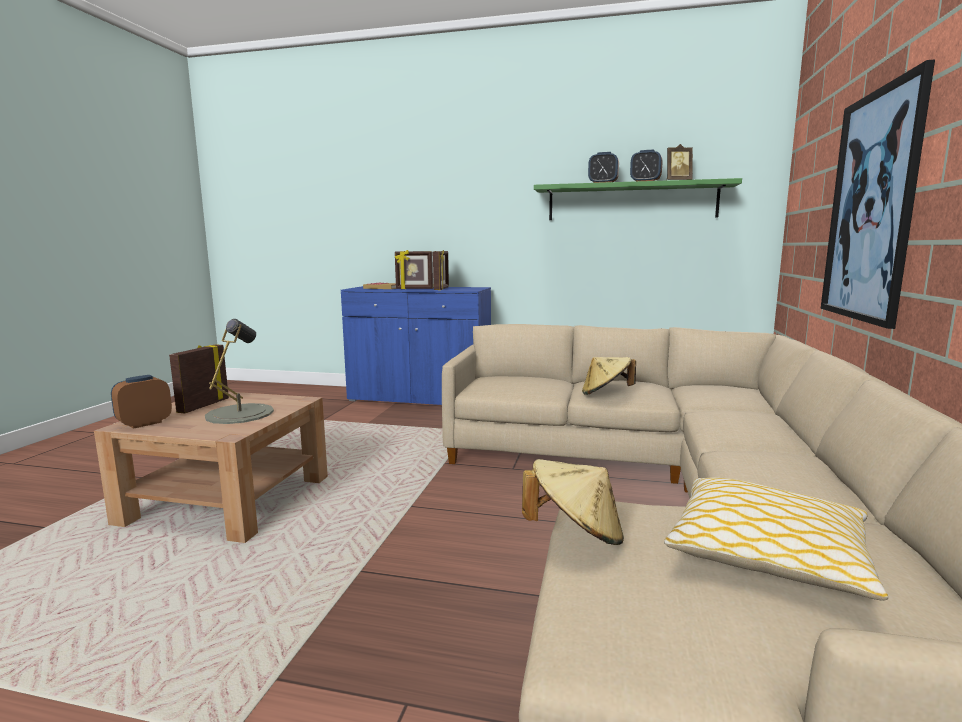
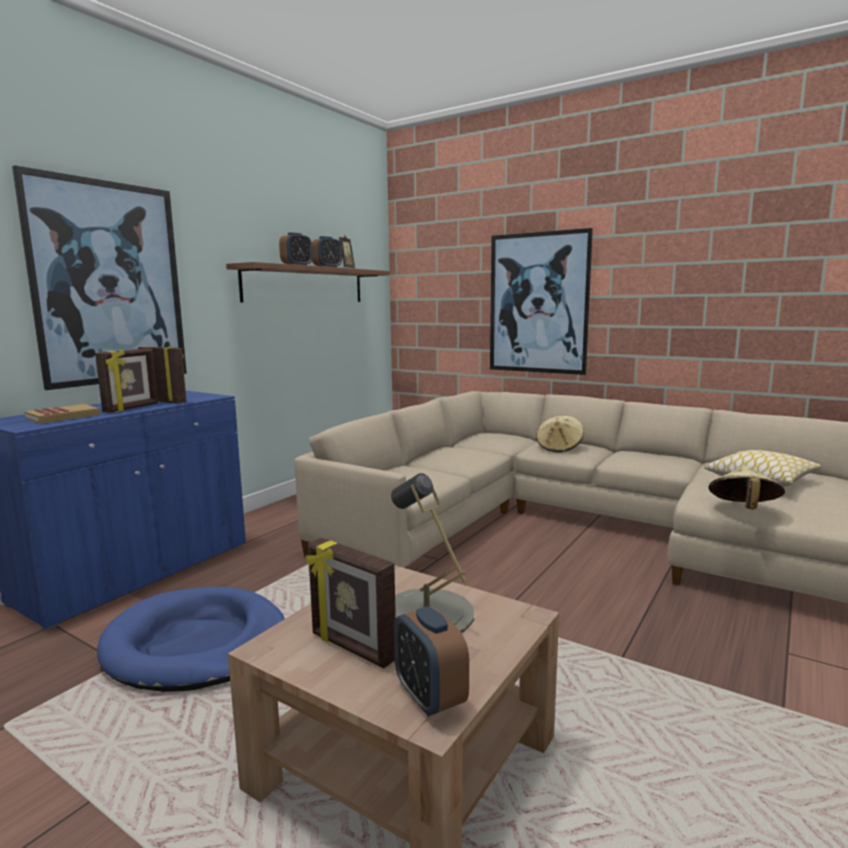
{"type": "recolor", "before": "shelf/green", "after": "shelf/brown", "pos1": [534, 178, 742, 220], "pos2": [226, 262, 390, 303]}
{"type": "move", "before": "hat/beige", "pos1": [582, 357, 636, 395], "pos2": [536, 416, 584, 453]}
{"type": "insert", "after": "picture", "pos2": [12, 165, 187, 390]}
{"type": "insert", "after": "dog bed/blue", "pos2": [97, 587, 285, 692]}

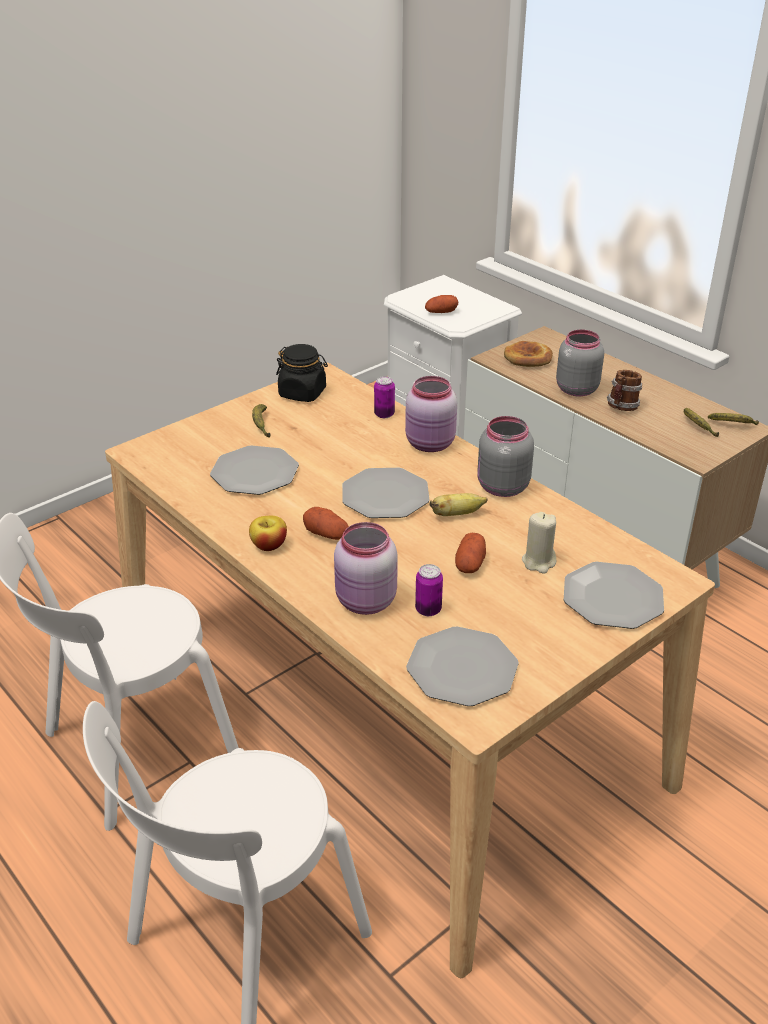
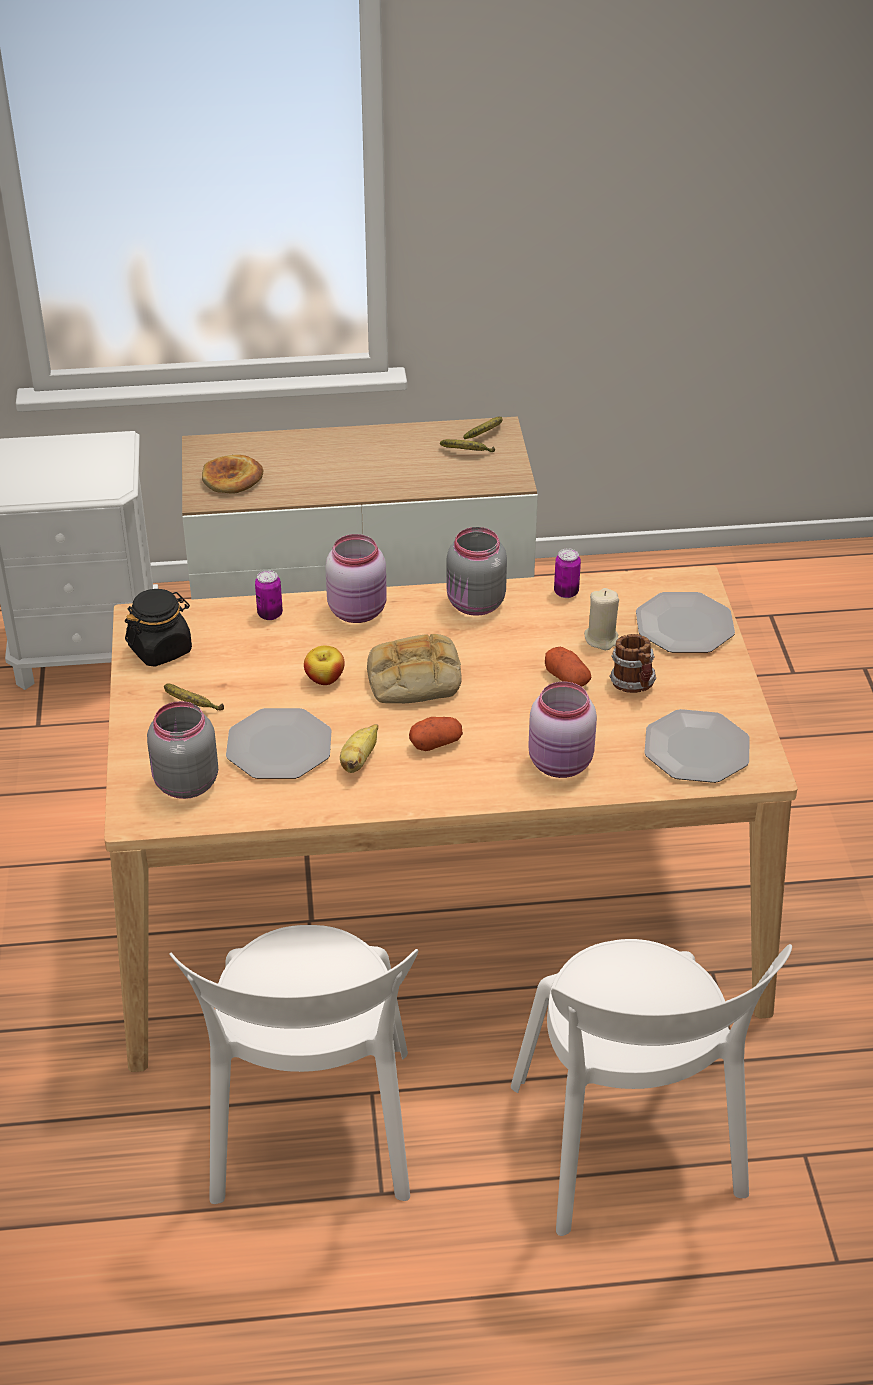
{"type": "move", "before": "apple", "pos1": [249, 516, 287, 551], "pos2": [304, 646, 345, 685]}
{"type": "replace", "before": "plate", "after": "bread", "pos1": [342, 468, 430, 518], "pos2": [367, 634, 462, 703]}
{"type": "move", "before": "can", "pos1": [415, 564, 443, 616], "pos2": [554, 548, 581, 598]}
{"type": "delete", "before": "potato", "pos1": [425, 295, 458, 313]}
{"type": "move", "before": "banana", "pos1": [430, 493, 488, 516], "pos2": [340, 724, 378, 773]}
{"type": "move", "before": "jar/grey", "pos1": [556, 330, 604, 396], "pos2": [147, 701, 218, 799]}
{"type": "move", "before": "mug", "pos1": [607, 370, 642, 411], "pos2": [610, 634, 656, 693]}

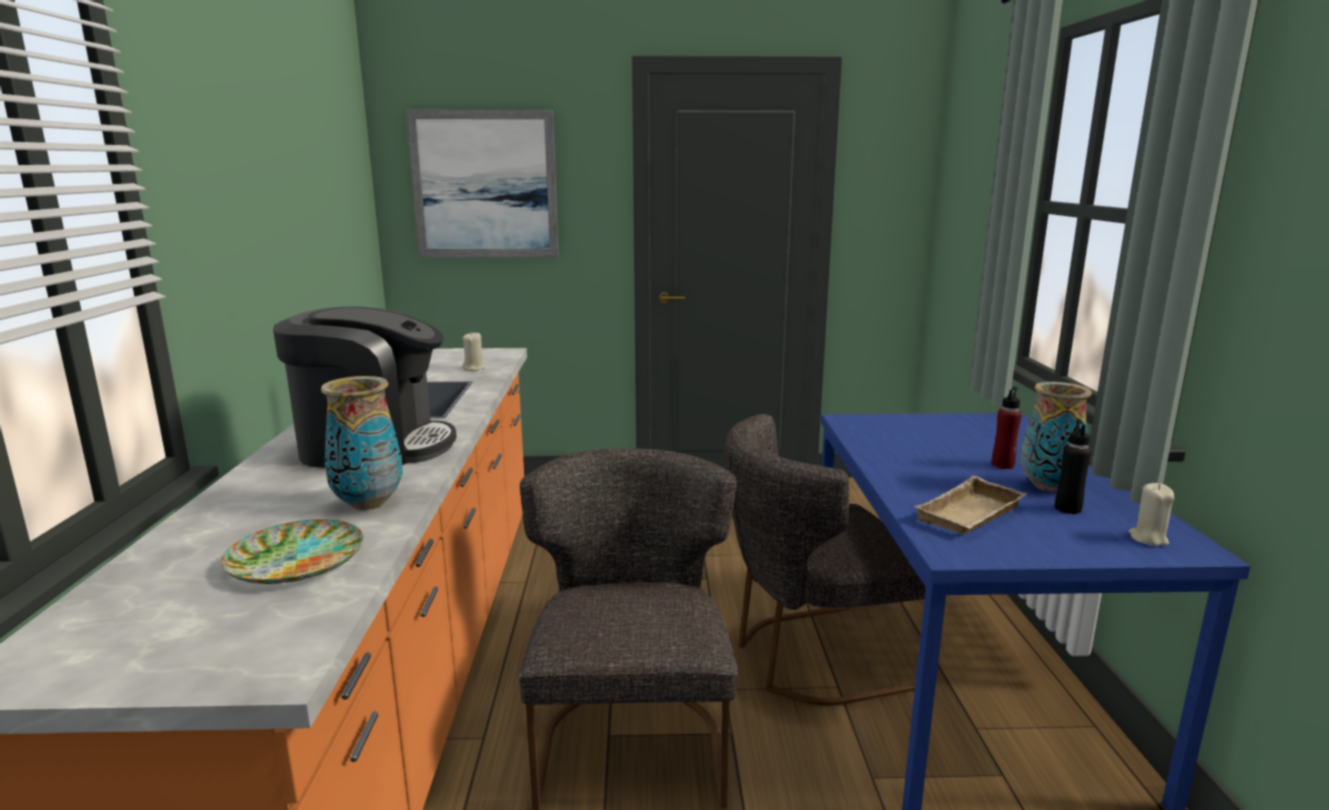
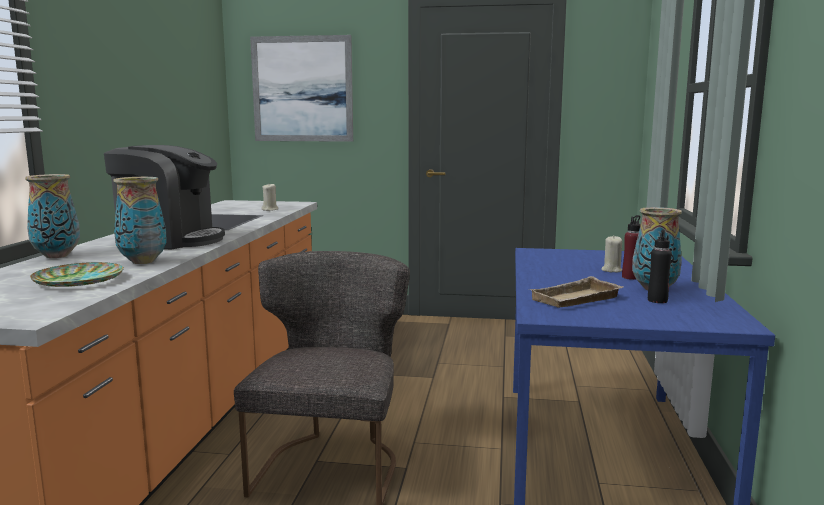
{"type": "delete", "before": "chair/grey", "pos1": [724, 414, 926, 706]}
{"type": "move", "before": "candle/beige", "pos1": [1128, 483, 1174, 546], "pos2": [601, 236, 622, 272]}
{"type": "insert", "after": "vase", "pos2": [25, 174, 80, 258]}

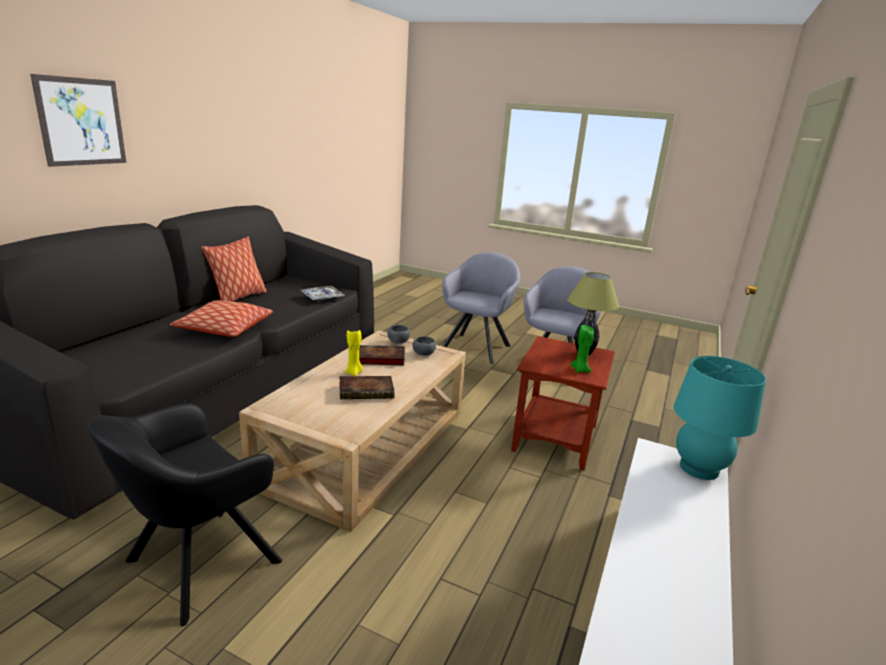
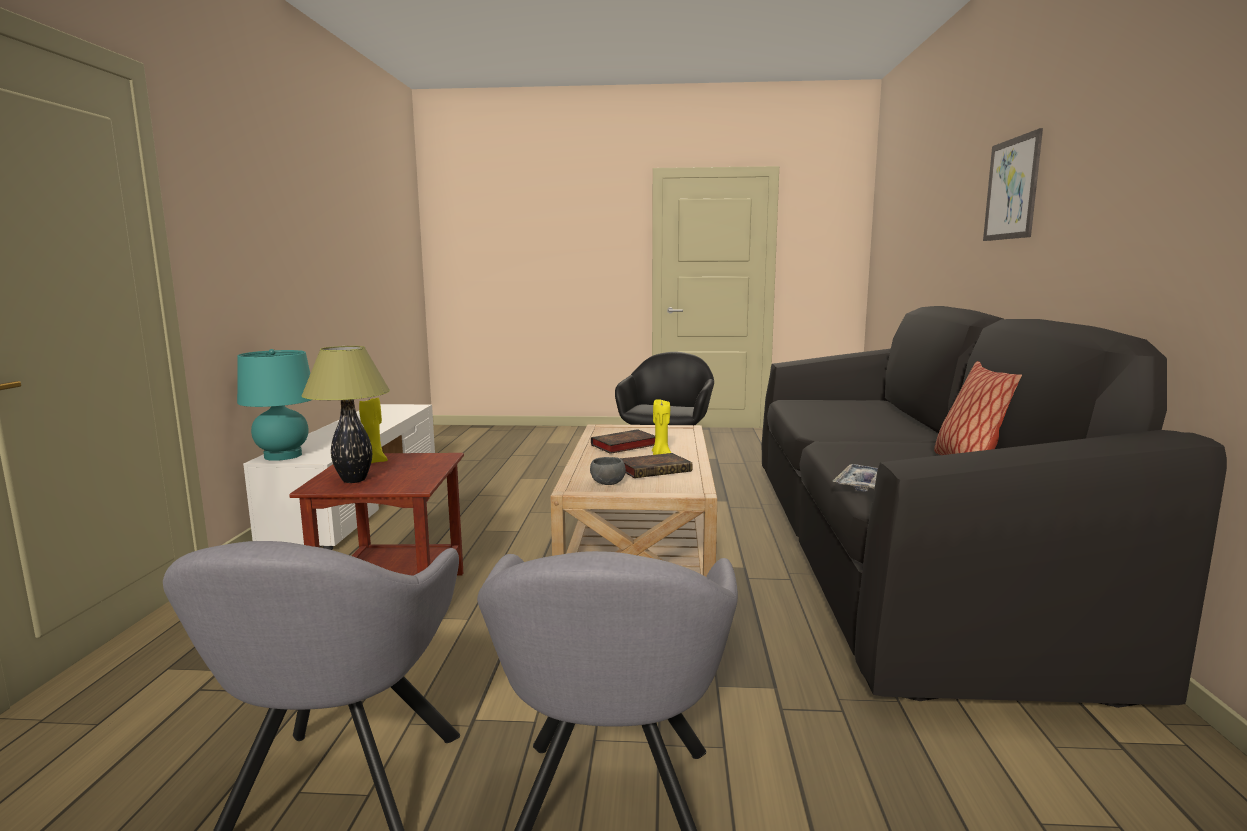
{"type": "delete", "before": "pillow", "pos1": [170, 300, 273, 337]}
{"type": "delete", "before": "bowl/grey", "pos1": [387, 325, 410, 344]}
{"type": "recolor", "before": "candle/green", "after": "candle/yellow", "pos1": [570, 325, 594, 373], "pos2": [359, 398, 388, 463]}

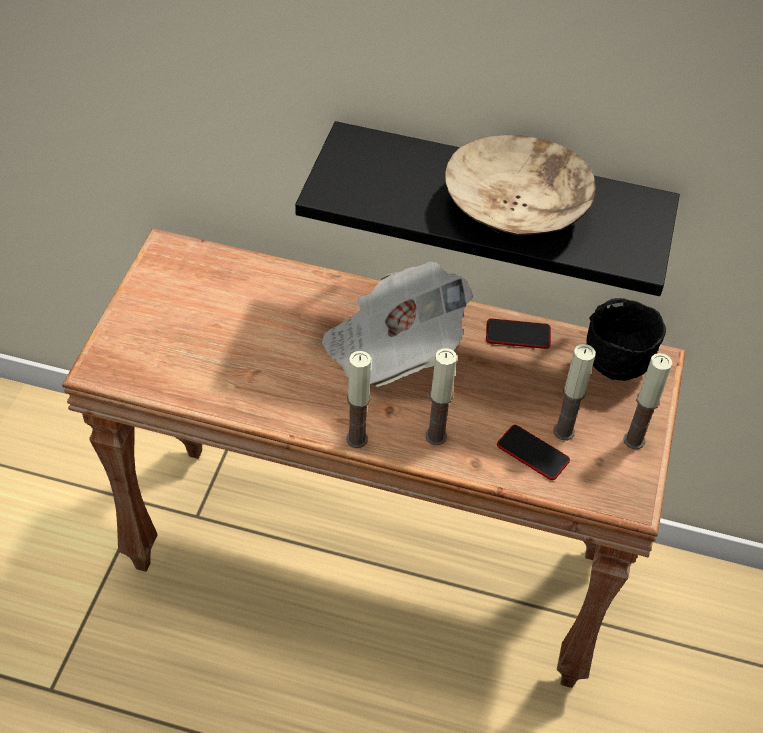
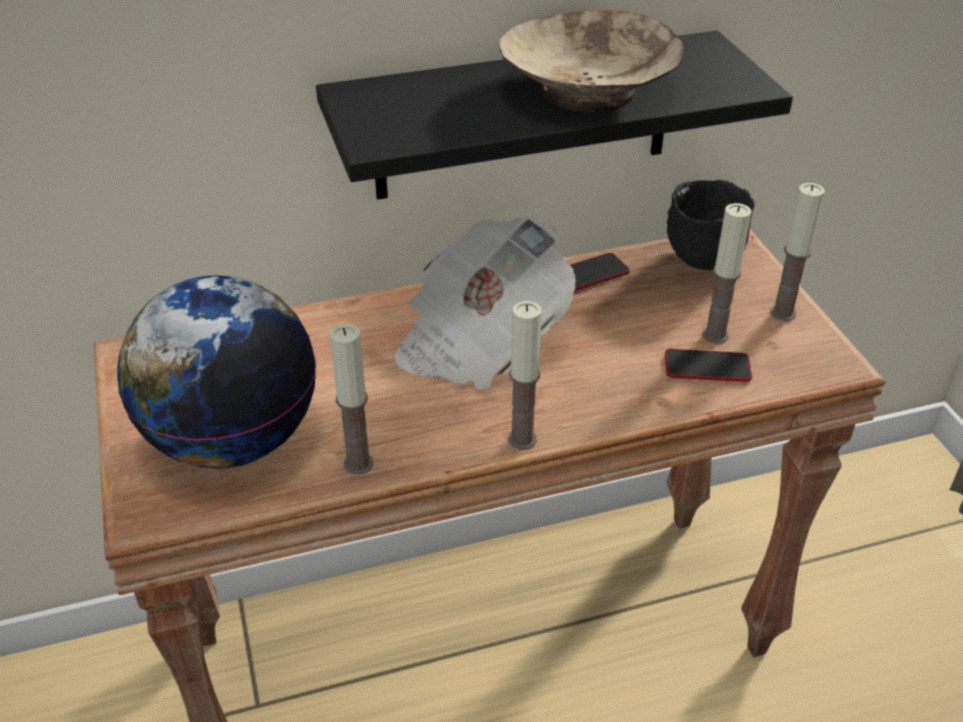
{"type": "move", "before": "candle", "pos1": [425, 348, 457, 445], "pos2": [330, 324, 373, 475]}
{"type": "insert", "after": "globe", "pos2": [117, 275, 316, 469]}

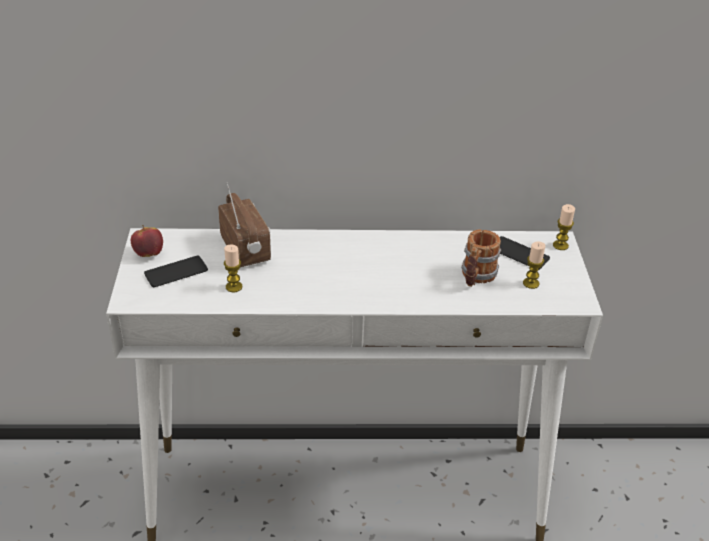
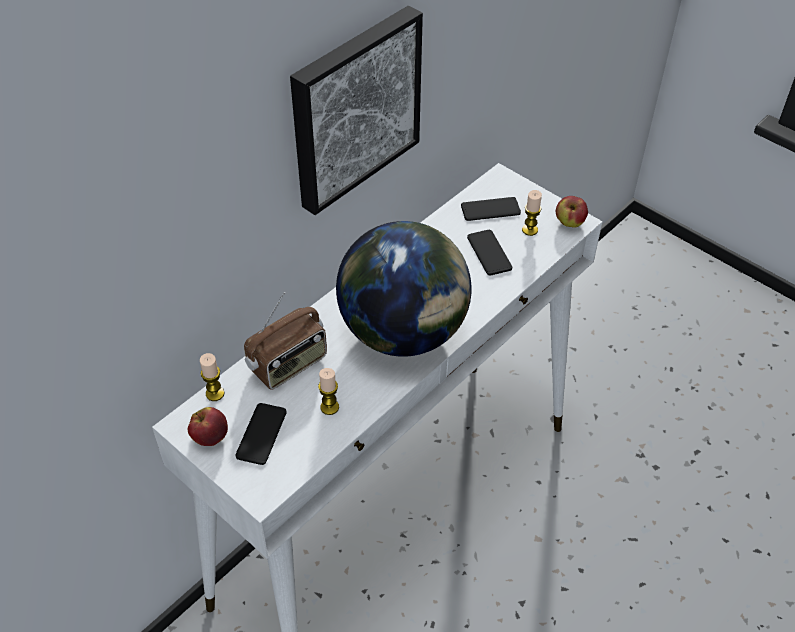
{"type": "rotate", "before": "radio", "pos1": [218, 182, 271, 267], "pos2": [244, 292, 327, 390], "turn": 120}
{"type": "replace", "before": "mug", "after": "phone", "pos1": [461, 229, 501, 287], "pos2": [467, 230, 512, 276]}
{"type": "move", "before": "candle", "pos1": [553, 204, 575, 250], "pos2": [200, 353, 224, 401]}
{"type": "insert", "after": "picture", "pos2": [290, 6, 423, 215]}
{"type": "insert", "after": "globe", "pos2": [336, 221, 471, 357]}
{"type": "insert", "after": "apple", "pos2": [556, 196, 588, 228]}

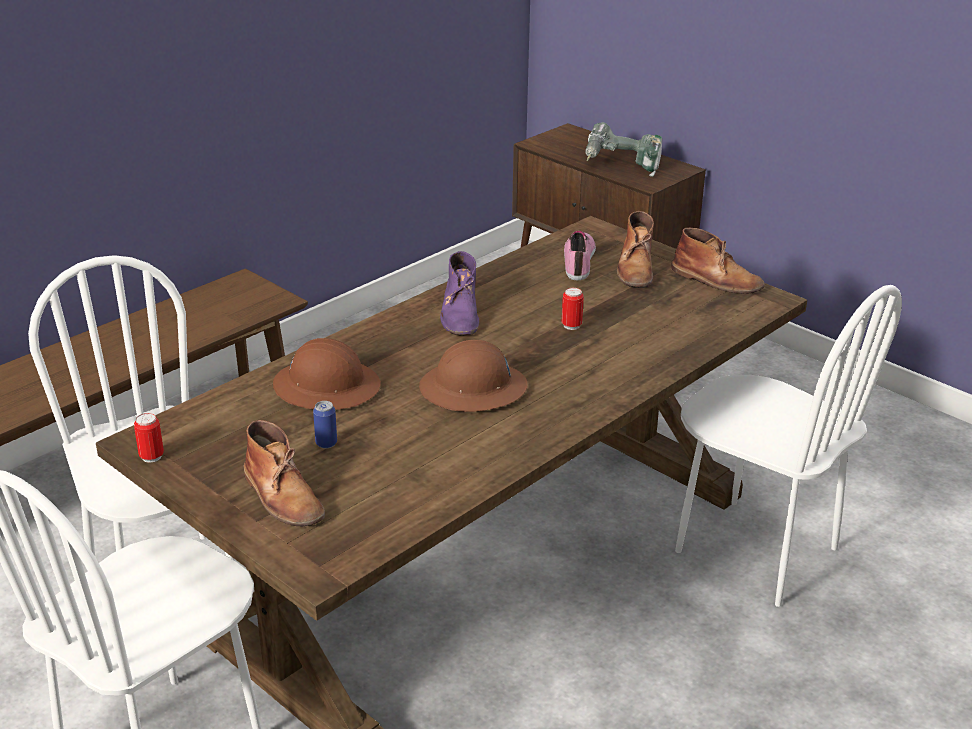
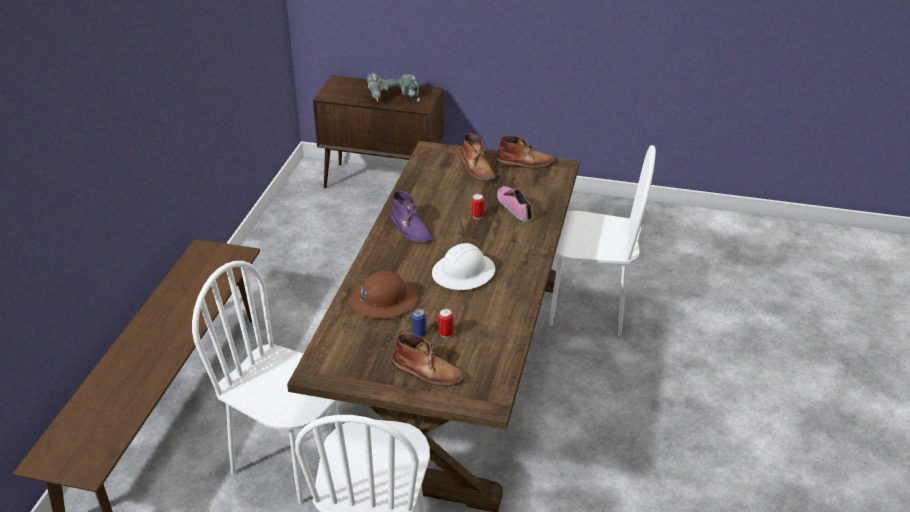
{"type": "move", "before": "can", "pos1": [134, 413, 164, 463], "pos2": [438, 309, 453, 338]}
{"type": "recolor", "before": "hard hat/brown", "after": "hard hat/white", "pos1": [419, 340, 528, 412], "pos2": [432, 243, 495, 290]}
{"type": "move", "before": "shoe", "pos1": [564, 231, 596, 280], "pos2": [497, 186, 533, 222]}

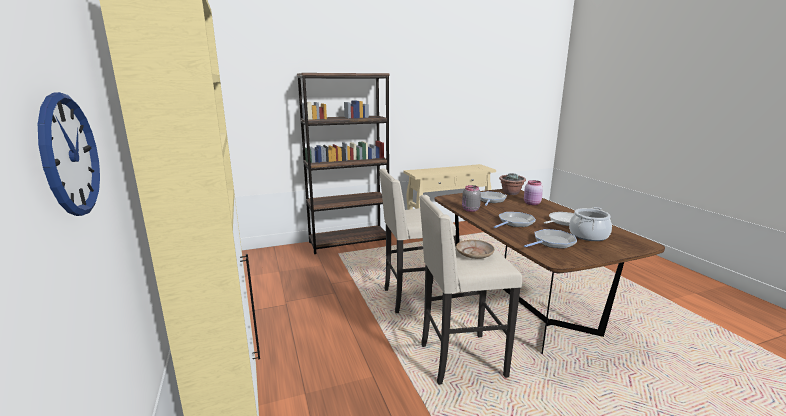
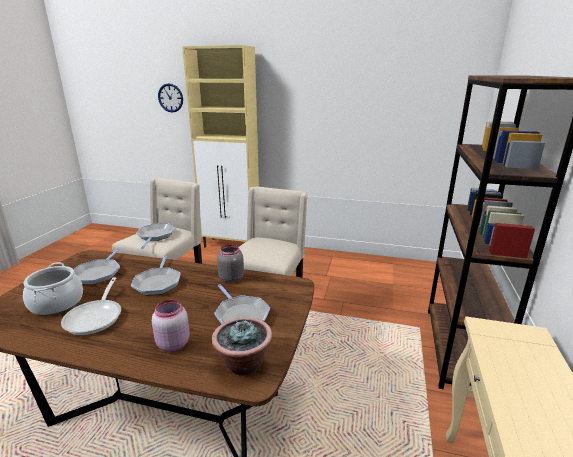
{"type": "replace", "before": "plate/beige", "after": "frying pan", "pos1": [456, 240, 495, 259], "pos2": [136, 223, 175, 249]}

